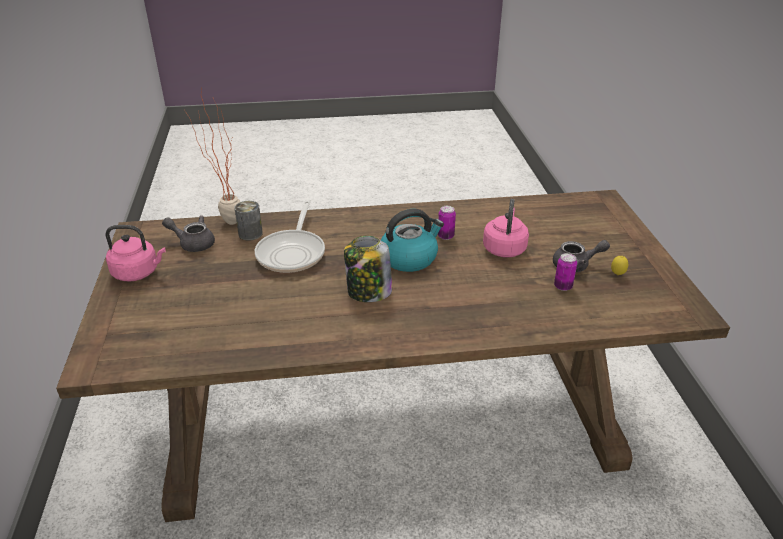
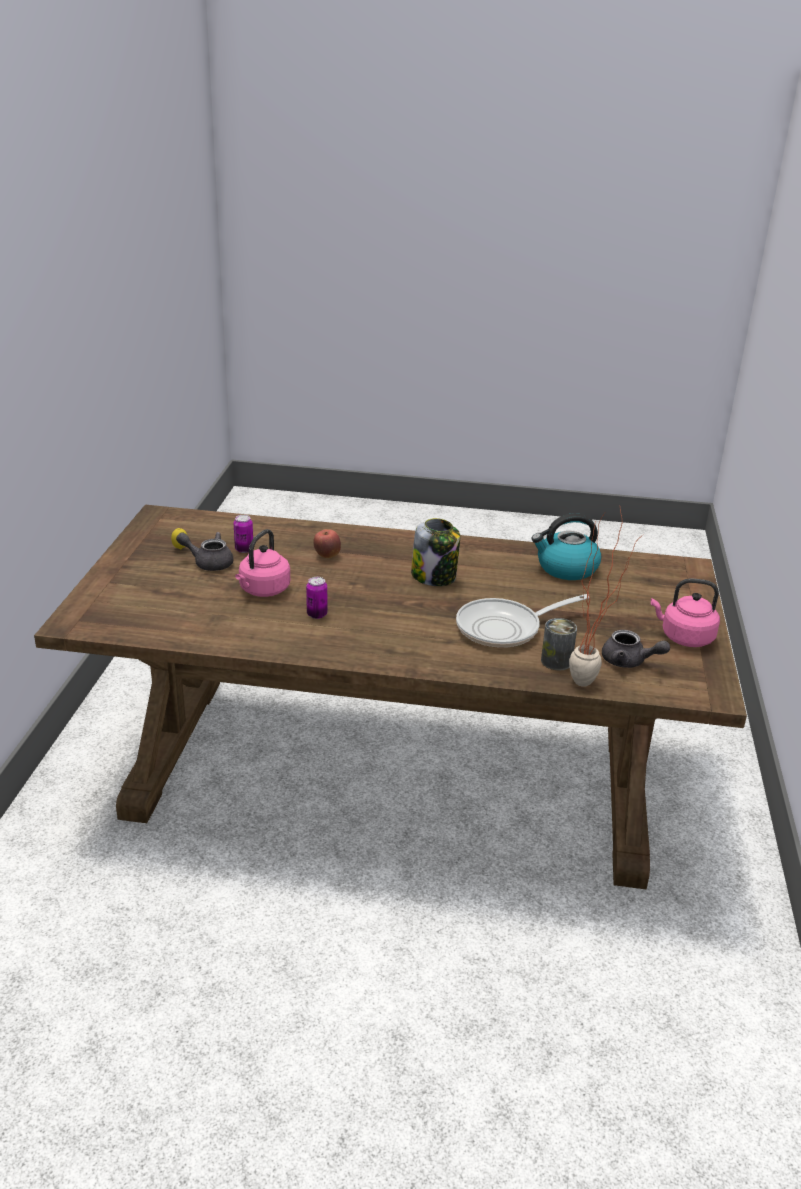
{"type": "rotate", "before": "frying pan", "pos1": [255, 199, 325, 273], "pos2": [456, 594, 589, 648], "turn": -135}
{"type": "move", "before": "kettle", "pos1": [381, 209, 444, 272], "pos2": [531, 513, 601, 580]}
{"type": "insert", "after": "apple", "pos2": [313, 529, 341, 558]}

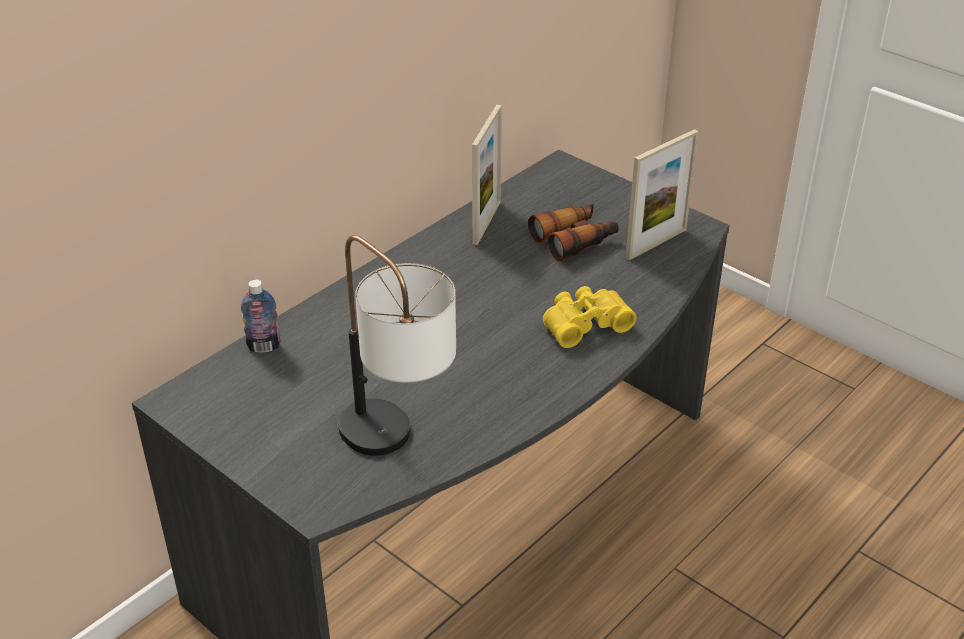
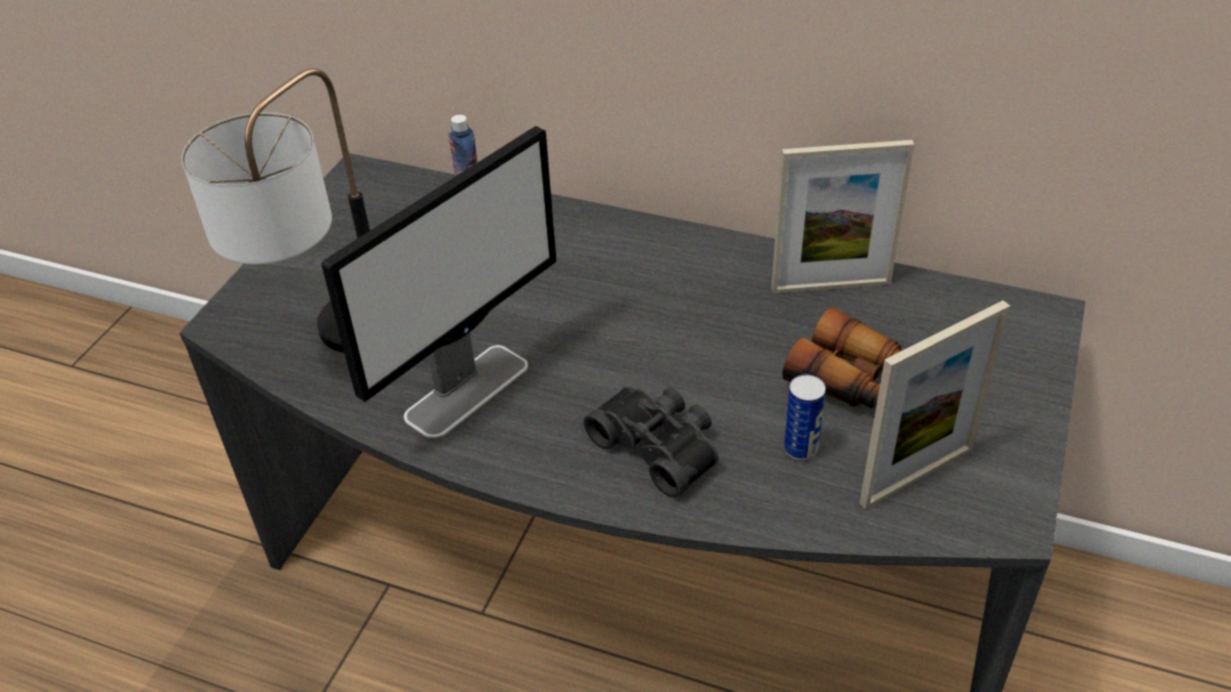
{"type": "recolor", "before": "binoculars/yellow", "after": "binoculars/black", "pos1": [543, 286, 636, 348], "pos2": [584, 386, 718, 498]}
{"type": "rotate", "before": "picture frame", "pos1": [626, 129, 699, 260], "pos2": [860, 301, 1010, 509], "turn": -60}
{"type": "insert", "after": "monitor", "pos2": [321, 126, 557, 438]}
{"type": "insert", "after": "can", "pos2": [783, 375, 826, 461]}

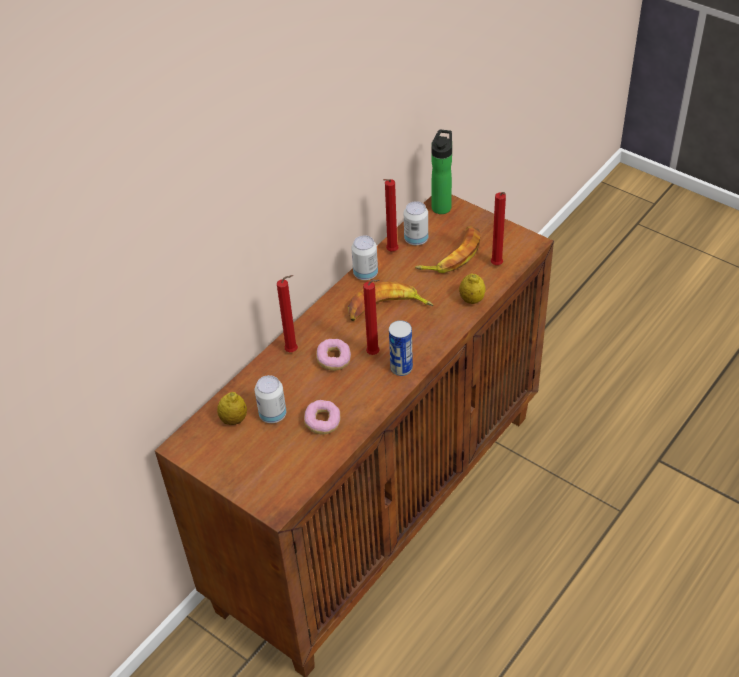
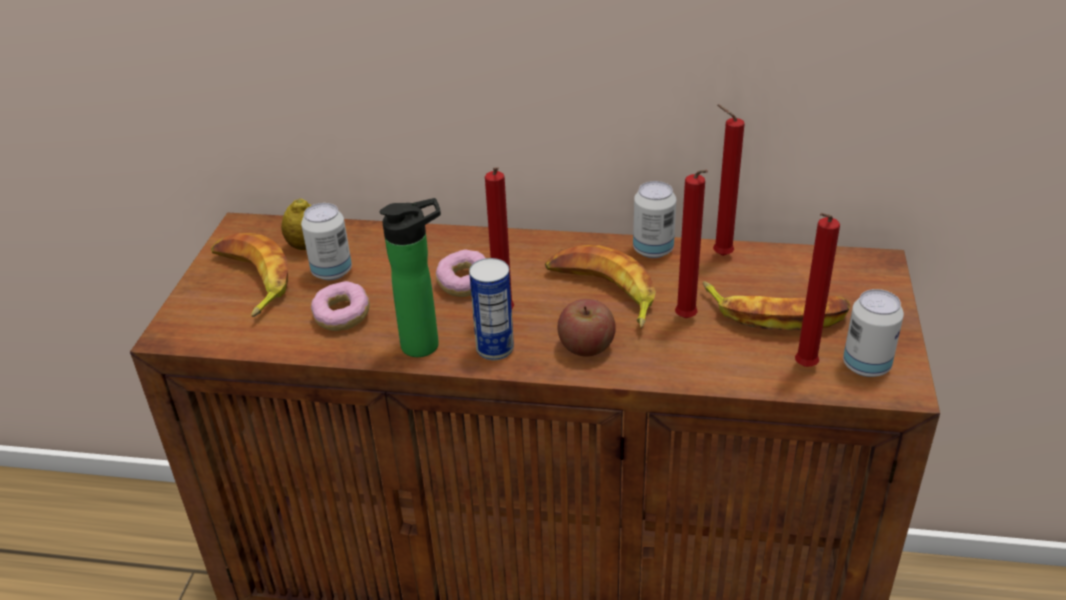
{"type": "move", "before": "candle/red", "pos1": [277, 275, 298, 352], "pos2": [675, 170, 708, 318]}
{"type": "move", "before": "can", "pos1": [404, 201, 428, 245], "pos2": [843, 289, 904, 377]}
{"type": "move", "before": "bottle", "pos1": [431, 130, 452, 214], "pos2": [379, 198, 441, 357]}
{"type": "delete", "before": "lemon", "pos1": [459, 274, 486, 304]}
{"type": "insert", "after": "banana", "pos2": [211, 232, 288, 317]}
{"type": "insert", "after": "apple", "pos2": [557, 299, 616, 357]}

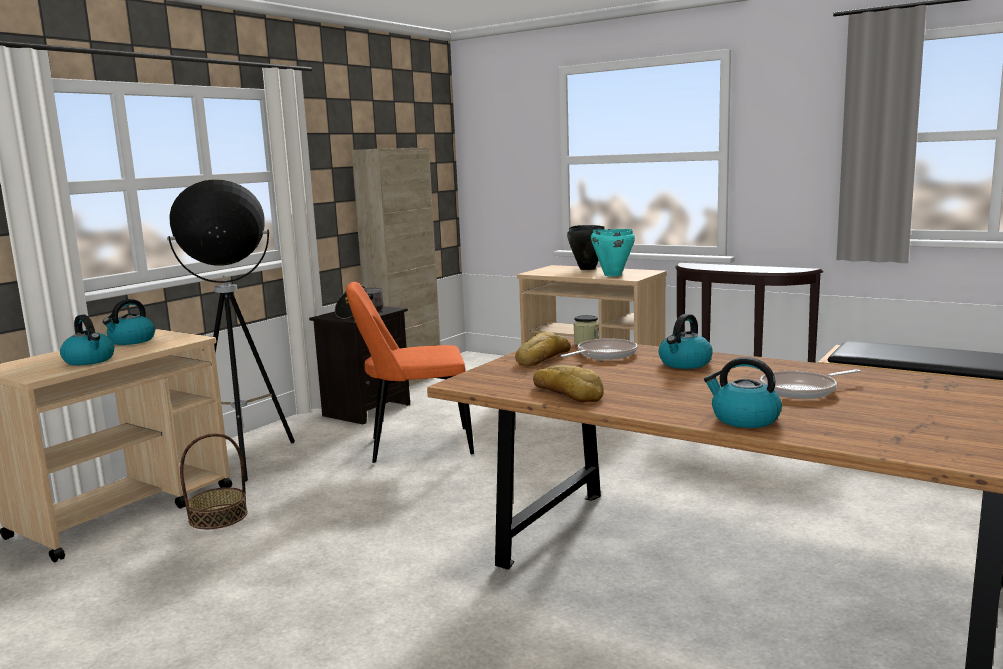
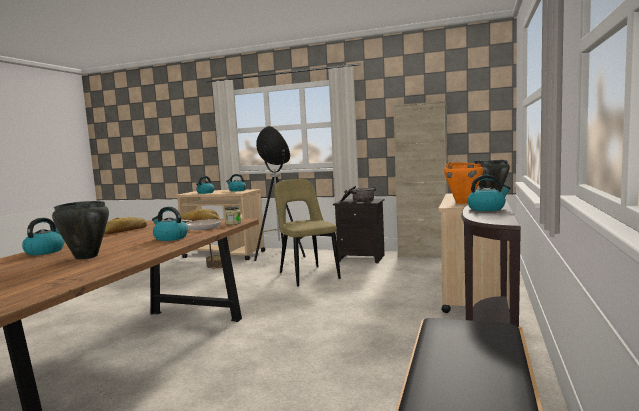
{"type": "recolor", "before": "chair/orange", "after": "chair/beige", "pos1": [346, 282, 474, 463], "pos2": [274, 179, 341, 287]}
{"type": "recolor", "before": "cooking pot/turquoise", "after": "cooking pot/orange", "pos1": [591, 229, 635, 276], "pos2": [444, 162, 483, 204]}
{"type": "replace", "before": "frying pan", "after": "cooking pot/black", "pos1": [760, 369, 861, 399], "pos2": [52, 201, 109, 260]}
{"type": "insert", "after": "kettle", "pos2": [467, 175, 511, 211]}

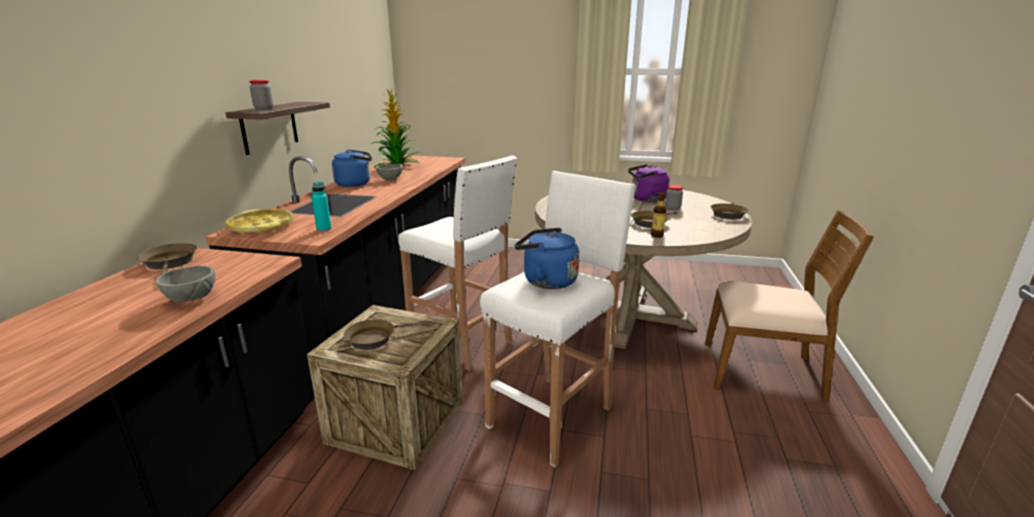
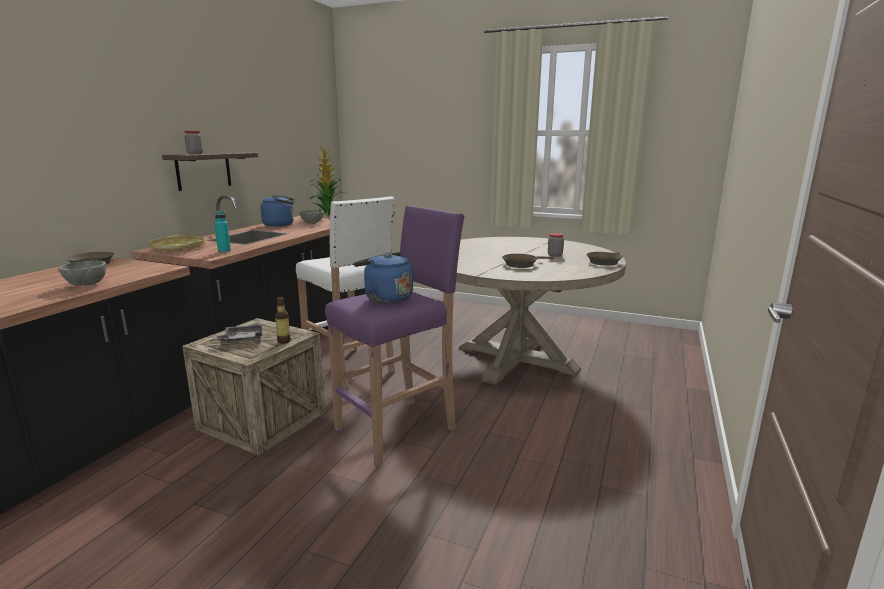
{"type": "replace", "before": "frying pan/brown", "after": "tray/grey", "pos1": [344, 319, 428, 350], "pos2": [214, 324, 262, 343]}
{"type": "recolor", "before": "stool/white", "after": "stool/purple", "pos1": [480, 171, 636, 467], "pos2": [325, 205, 464, 467]}
{"type": "delete", "before": "kettle/purple", "pos1": [628, 164, 669, 202]}
{"type": "move", "before": "bottle", "pos1": [651, 192, 666, 238], "pos2": [275, 296, 291, 344]}
{"type": "delete", "before": "chair/brown", "pos1": [705, 210, 874, 401]}

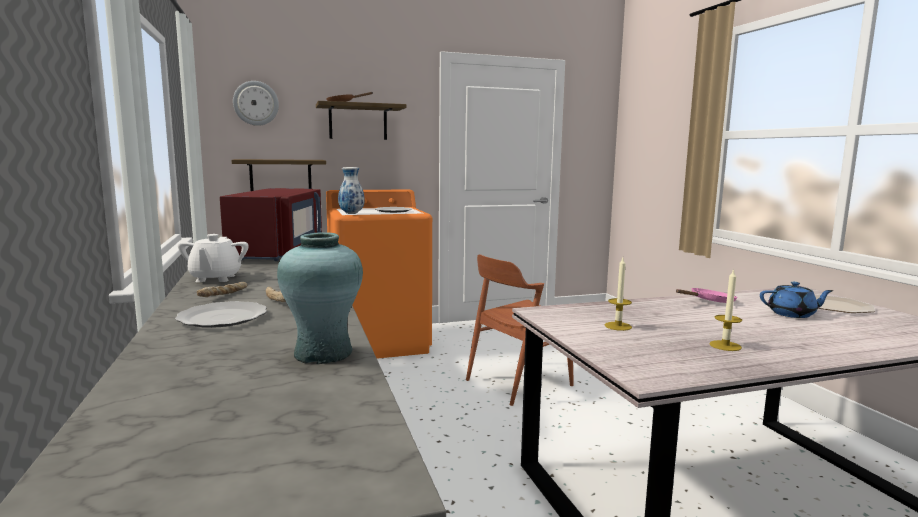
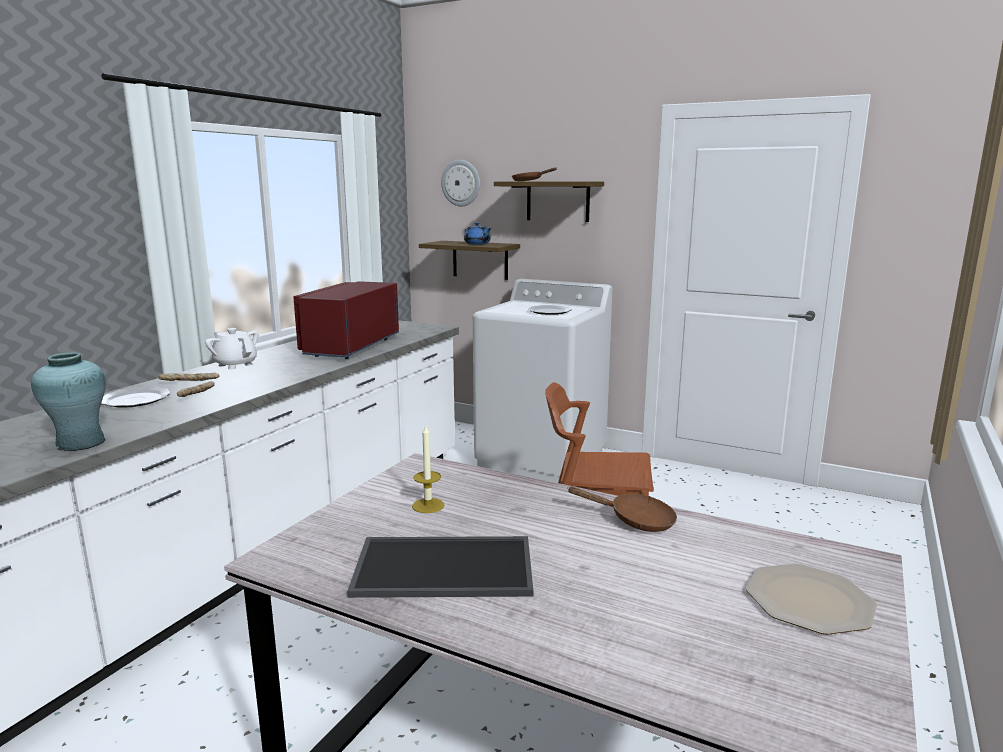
{"type": "rotate", "before": "teapot/white", "pos1": [178, 234, 249, 282], "pos2": [205, 328, 258, 369], "turn": 90}
{"type": "rotate", "before": "microwave/red", "pos1": [220, 188, 322, 261], "pos2": [293, 281, 399, 359], "turn": 150}
{"type": "recolor", "before": "washing machine/orange", "after": "washing machine/white", "pos1": [326, 189, 432, 359], "pos2": [473, 279, 612, 483]}
{"type": "delete", "before": "vase", "pos1": [338, 167, 365, 214]}
{"type": "recolor", "before": "frying pan/pink", "after": "frying pan/brown", "pos1": [676, 288, 737, 303], "pos2": [567, 486, 677, 532]}
{"type": "replace", "before": "candle", "after": "tray", "pos1": [709, 269, 742, 351], "pos2": [347, 536, 534, 598]}
{"type": "move", "before": "teapot/blue", "pos1": [760, 282, 834, 318], "pos2": [464, 223, 492, 245]}

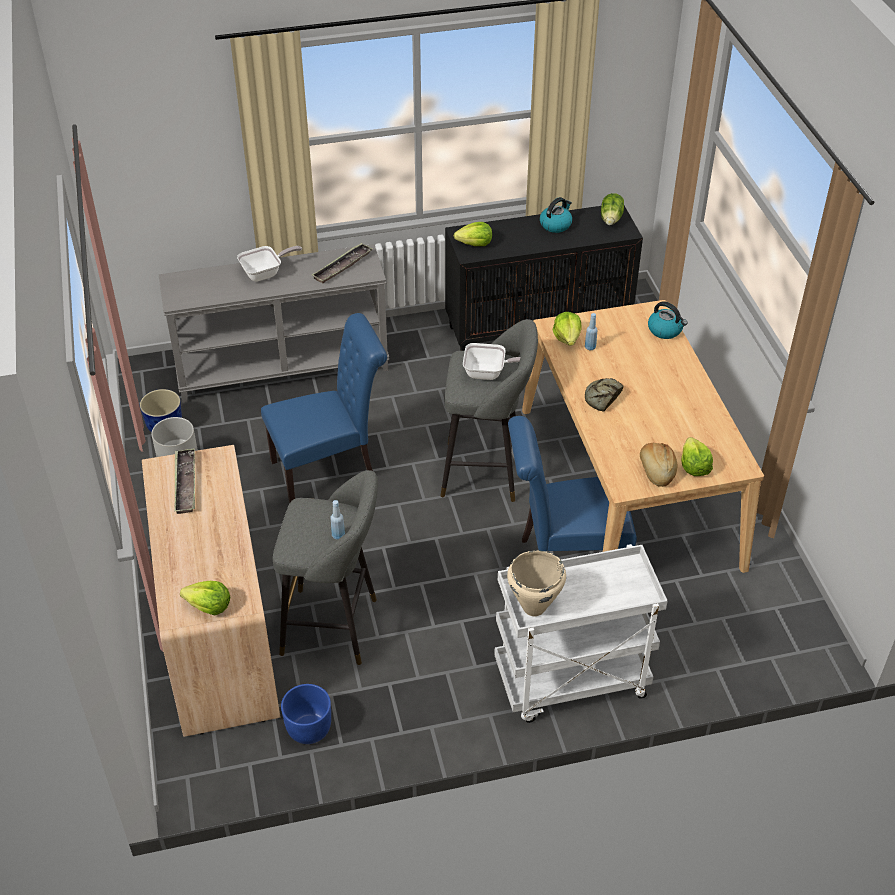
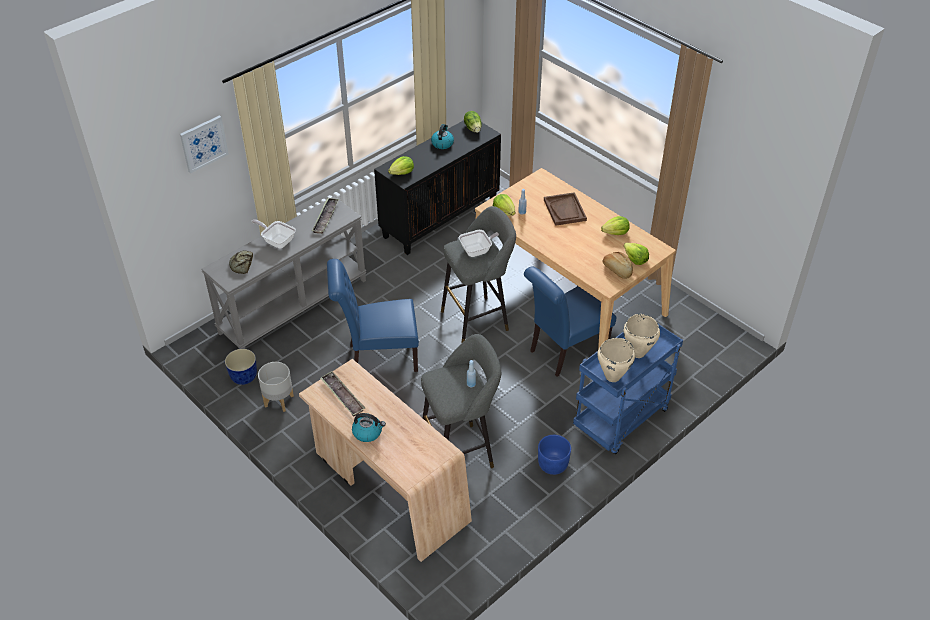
{"type": "move", "before": "lettuce", "pos1": [180, 581, 230, 615], "pos2": [601, 216, 630, 235]}
{"type": "rotate", "before": "frying pan", "pos1": [237, 246, 302, 282], "pos2": [251, 219, 296, 248], "turn": -90}
{"type": "rotate", "before": "chair/blue", "pos1": [261, 313, 387, 503], "pos2": [327, 259, 419, 372], "turn": -135}
{"type": "move", "before": "planter/blue", "pos1": [281, 684, 331, 744], "pos2": [538, 435, 571, 475]}
{"type": "recolor", "before": "cart/white", "after": "cart/blue", "pos1": [494, 544, 668, 723], "pos2": [573, 324, 683, 454]}
{"type": "move", "before": "bread", "pos1": [585, 378, 623, 412], "pos2": [229, 250, 253, 274]}
{"type": "move", "before": "kettle", "pos1": [648, 301, 688, 339], "pos2": [352, 413, 386, 442]}
{"type": "insert", "after": "picture", "pos2": [180, 115, 229, 173]}
{"type": "insert", "after": "tray/brown", "pos2": [544, 192, 587, 226]}
{"type": "insert", "after": "cooking pot/beige", "pos2": [623, 314, 660, 358]}

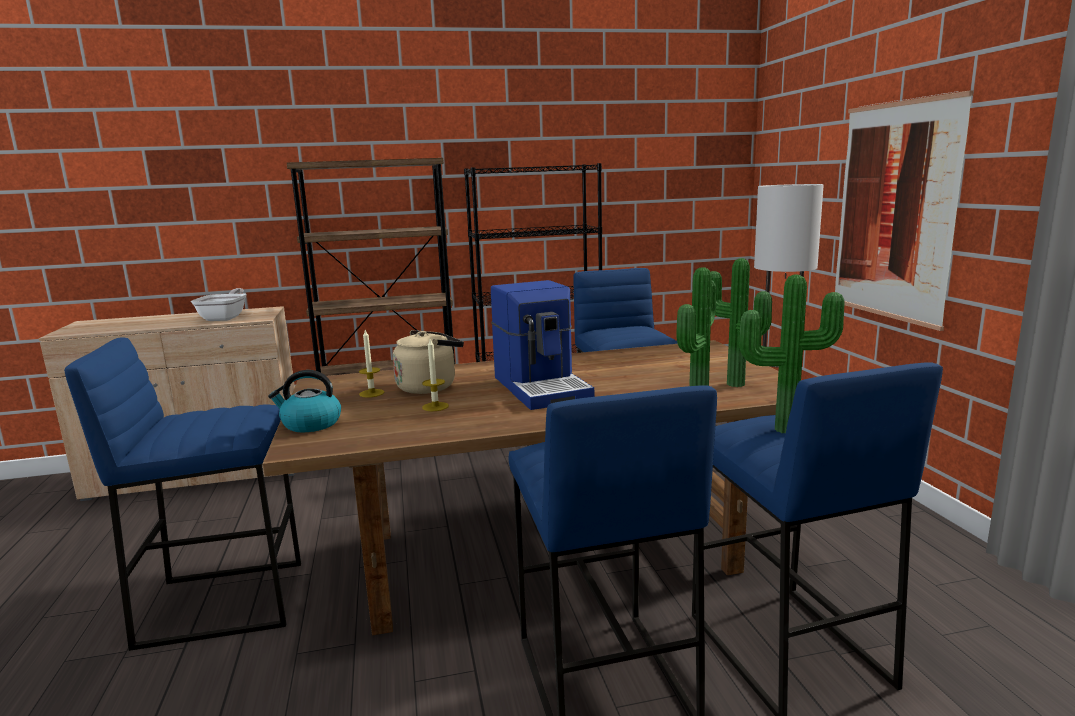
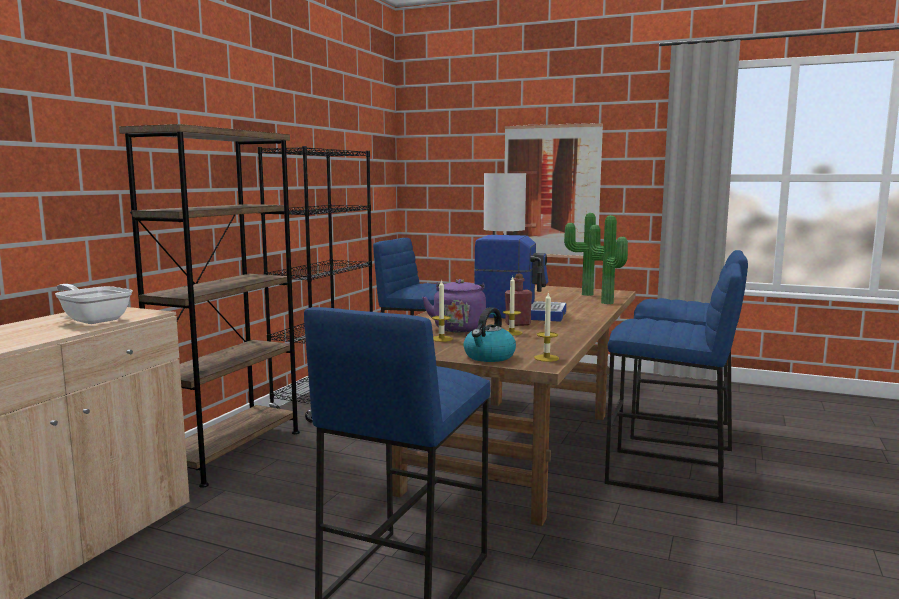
{"type": "recolor", "before": "kettle/beige", "after": "kettle/purple", "pos1": [393, 330, 464, 394], "pos2": [422, 279, 486, 332]}
{"type": "delete", "before": "potted plant", "pos1": [739, 275, 845, 433]}
{"type": "insert", "after": "bottle/red", "pos2": [505, 274, 532, 326]}
{"type": "insert", "after": "candle", "pos2": [534, 292, 559, 362]}

